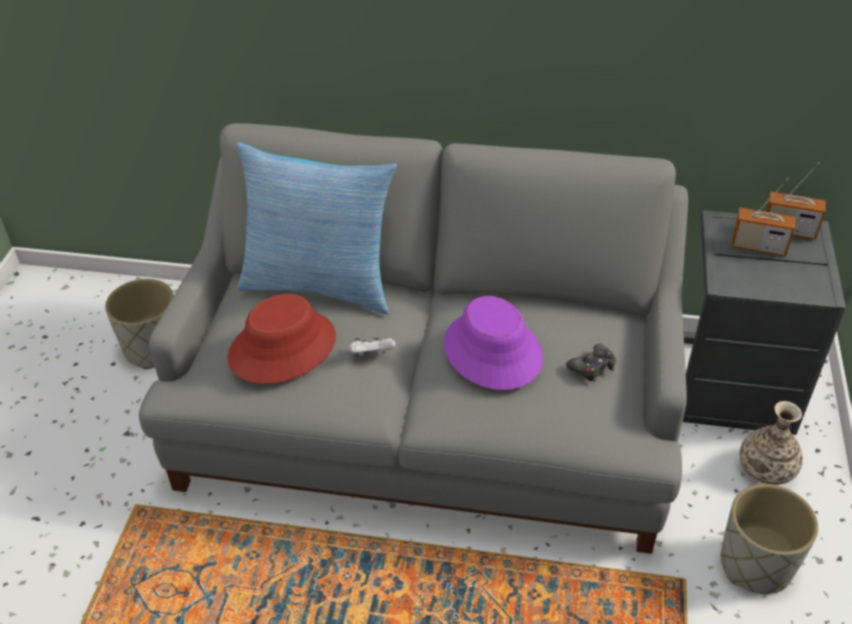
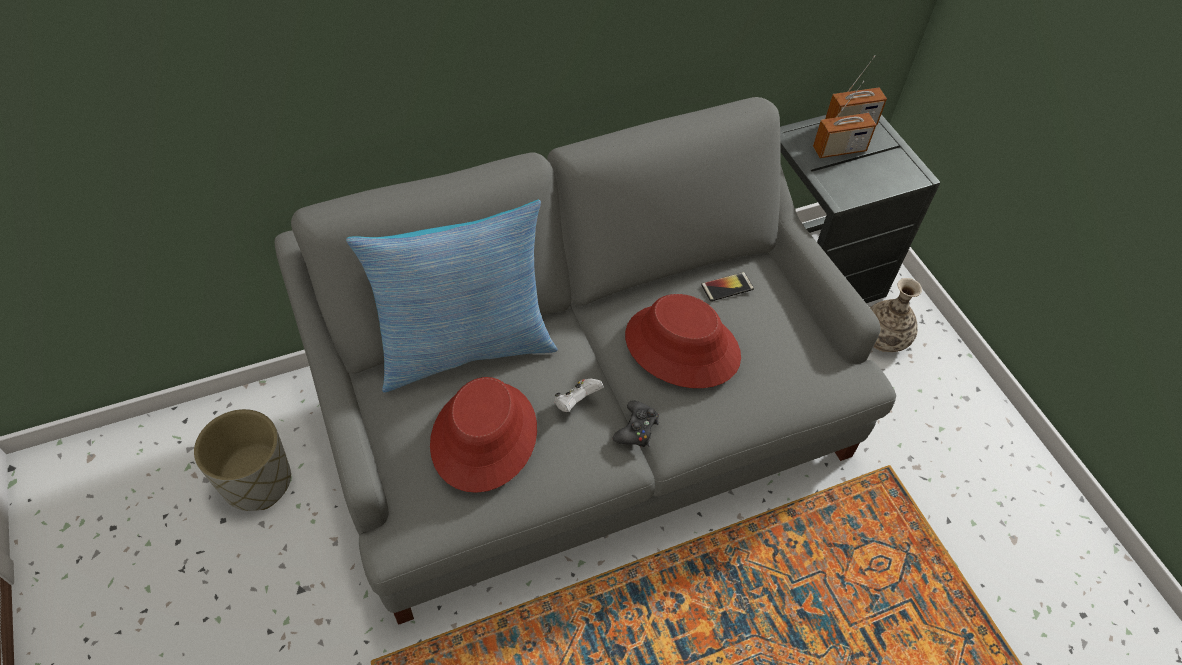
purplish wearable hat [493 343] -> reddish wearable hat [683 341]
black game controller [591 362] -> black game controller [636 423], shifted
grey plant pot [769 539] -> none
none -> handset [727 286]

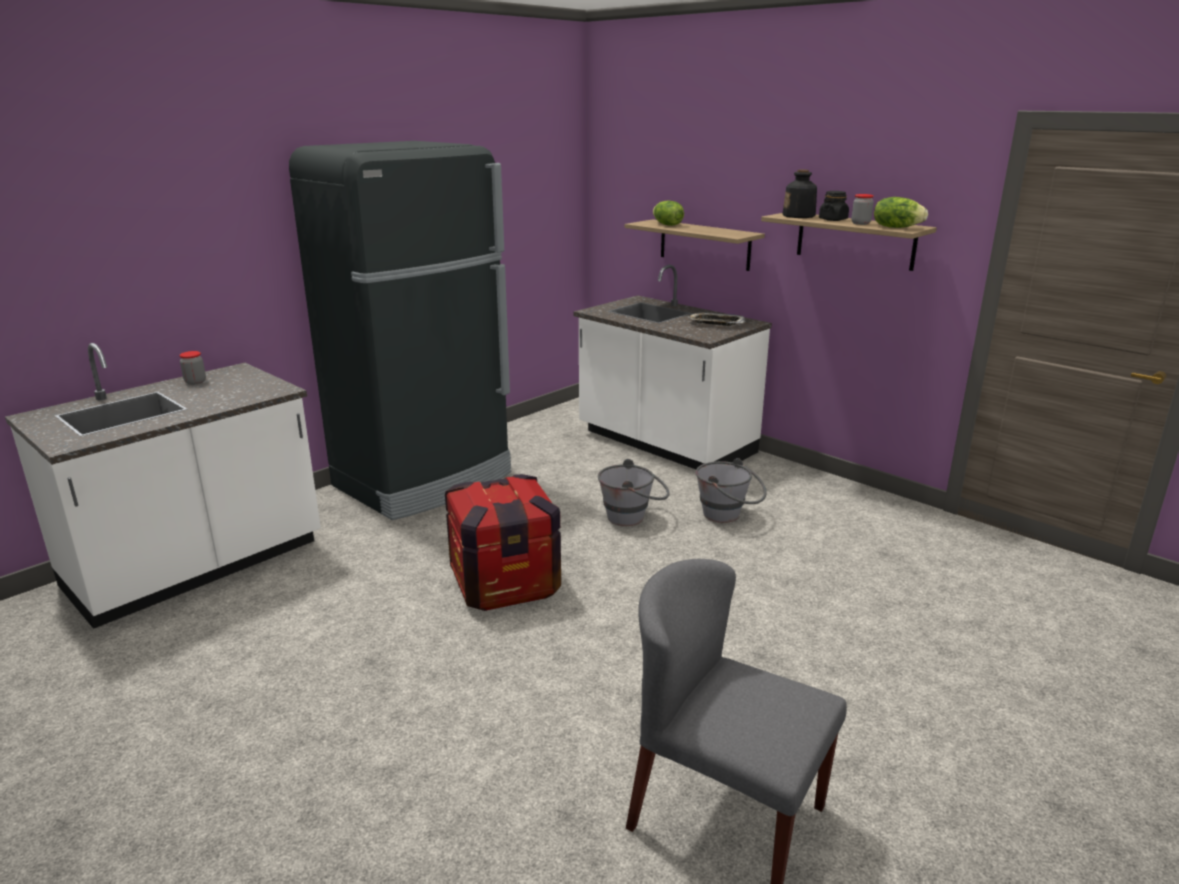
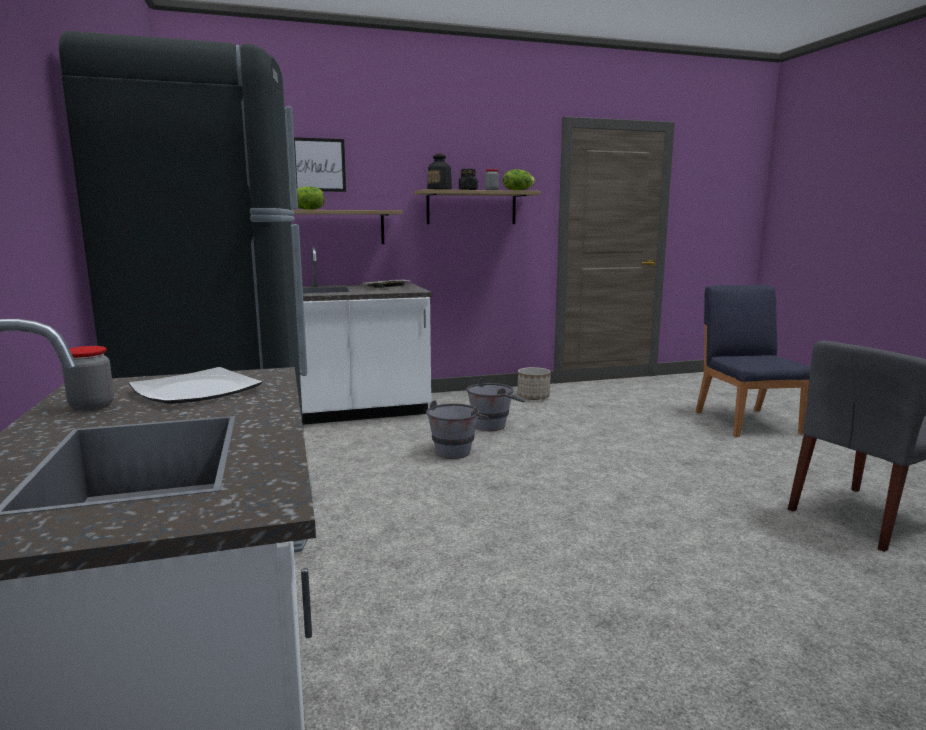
shipping crate [503 542] -> none
none -> flat dish [196 385]
none -> picture [320 164]
none -> plant pot [534 383]
none -> bluish plain chair [753 361]

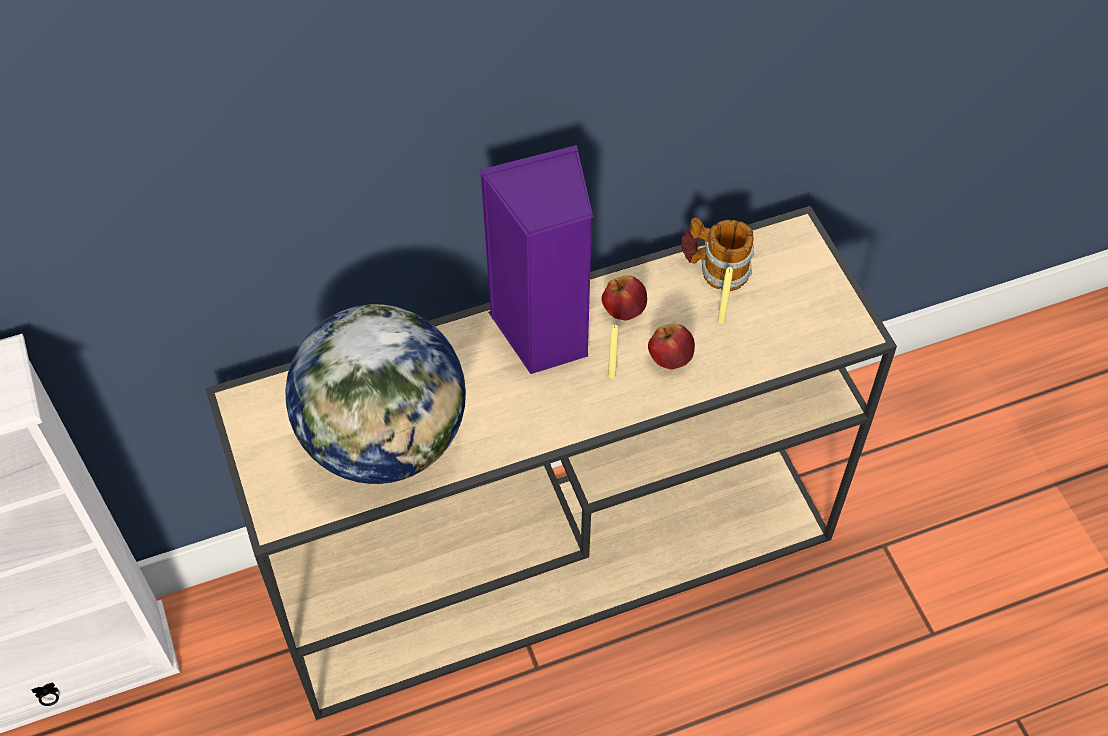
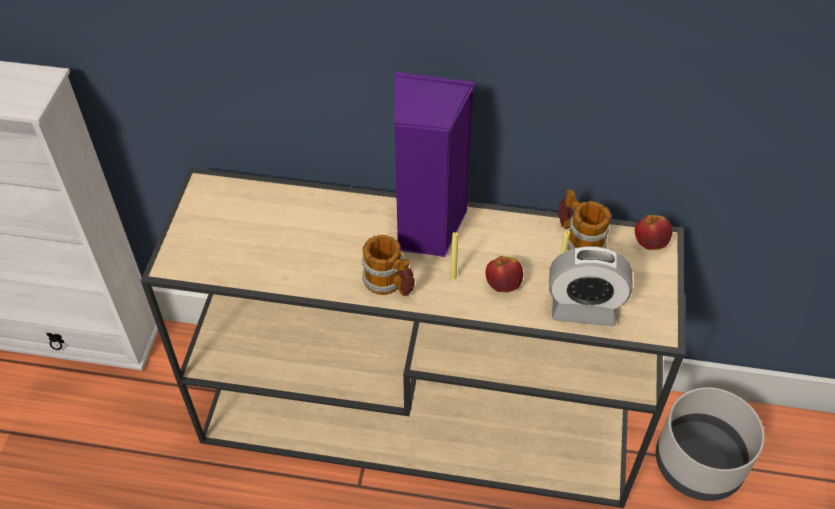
world globe [375 394] -> none
apple [624 298] -> apple [653 232], shifted
none -> coffee mug [388 265]
none -> table clock [590 286]
none -> grey plant pot [710 444]

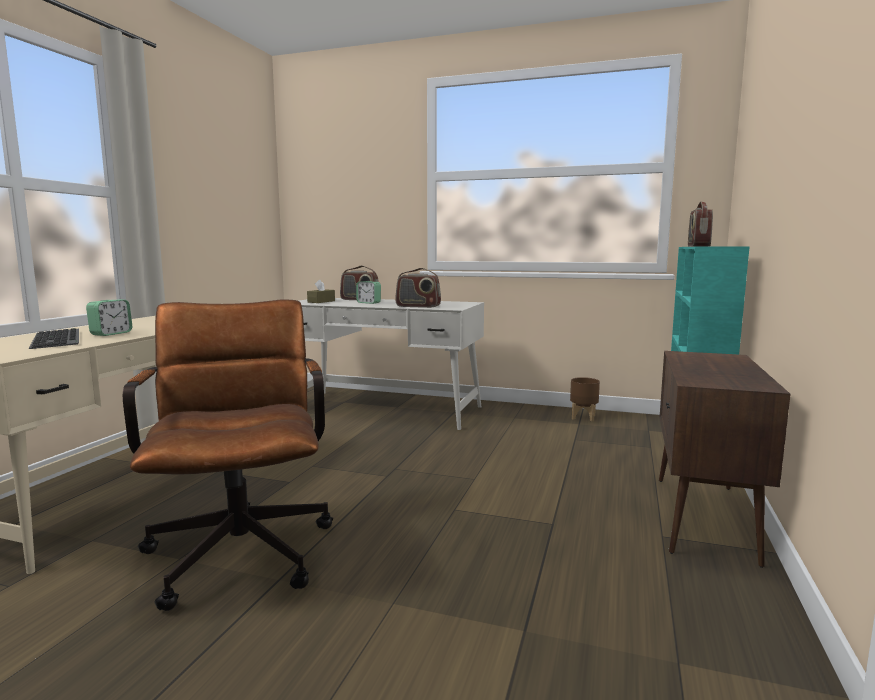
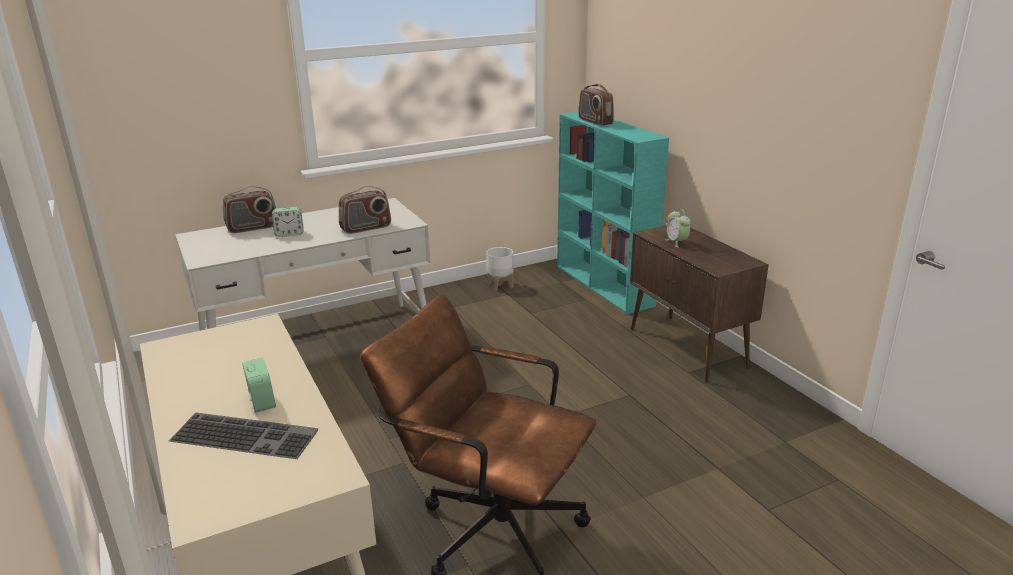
brownish tissue box [321 291] -> none
brownish plant pot [585 399] -> white-coloured plant pot [500 269]
none -> table clock [678 228]

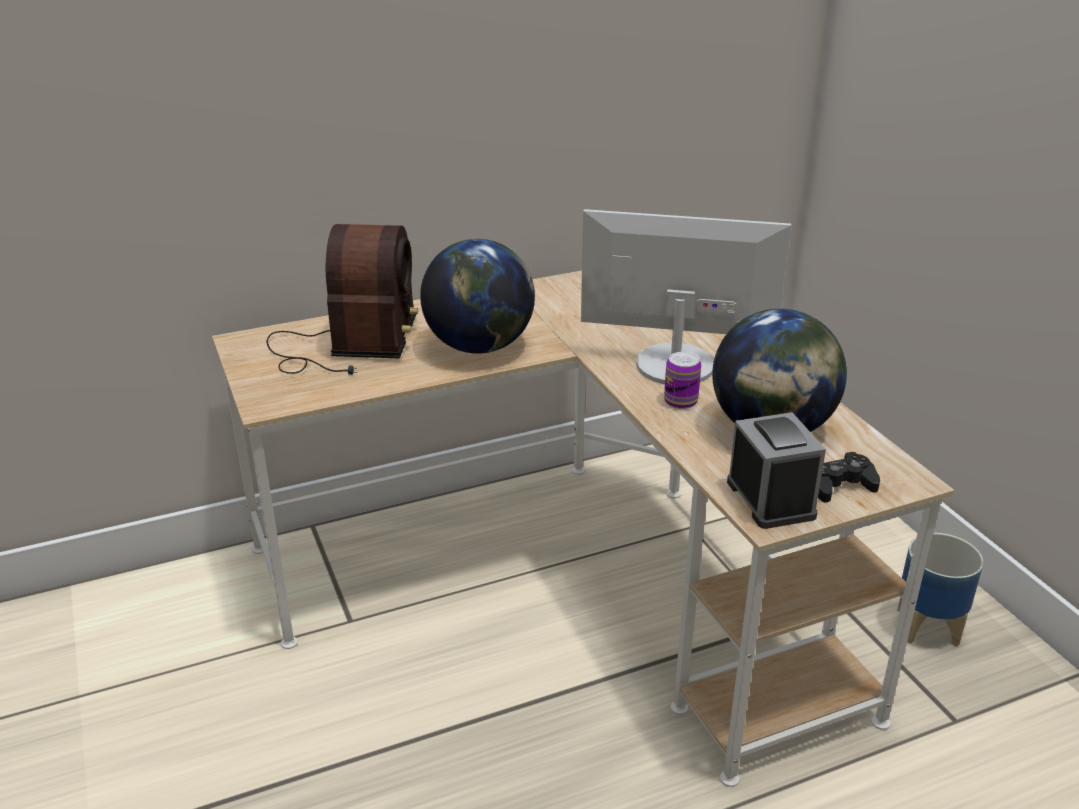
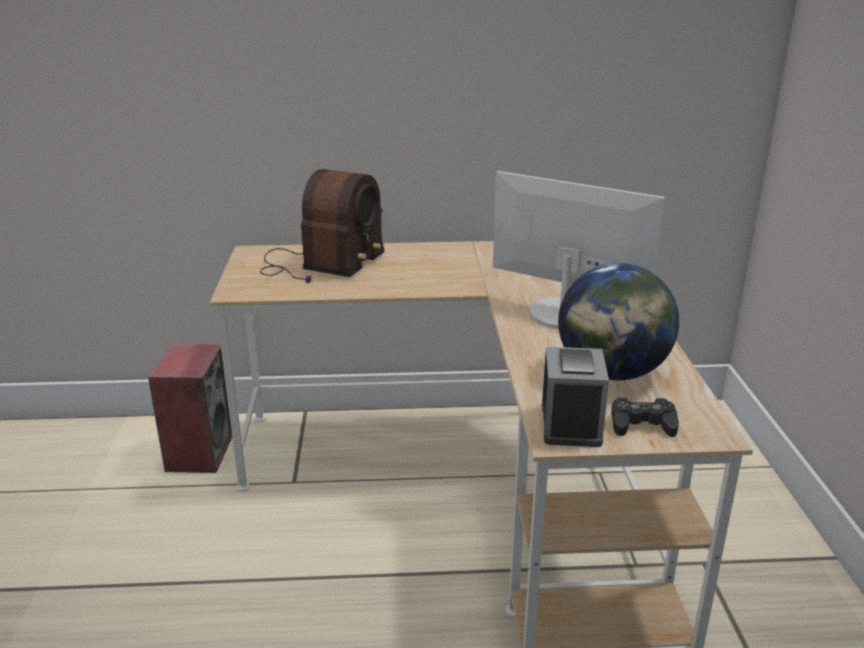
world globe [477 296] -> none
sealed can [682 380] -> none
plant pot [940 590] -> none
none -> speaker [190 408]

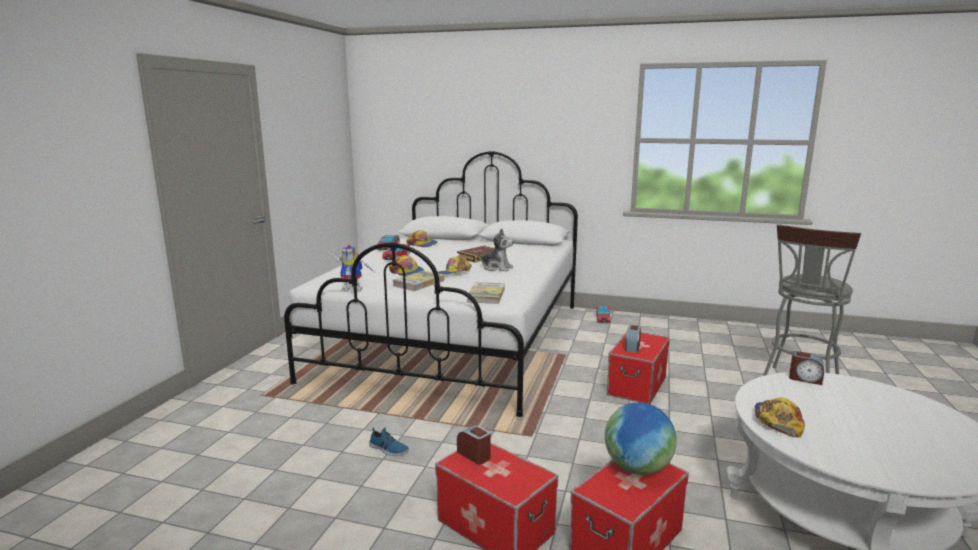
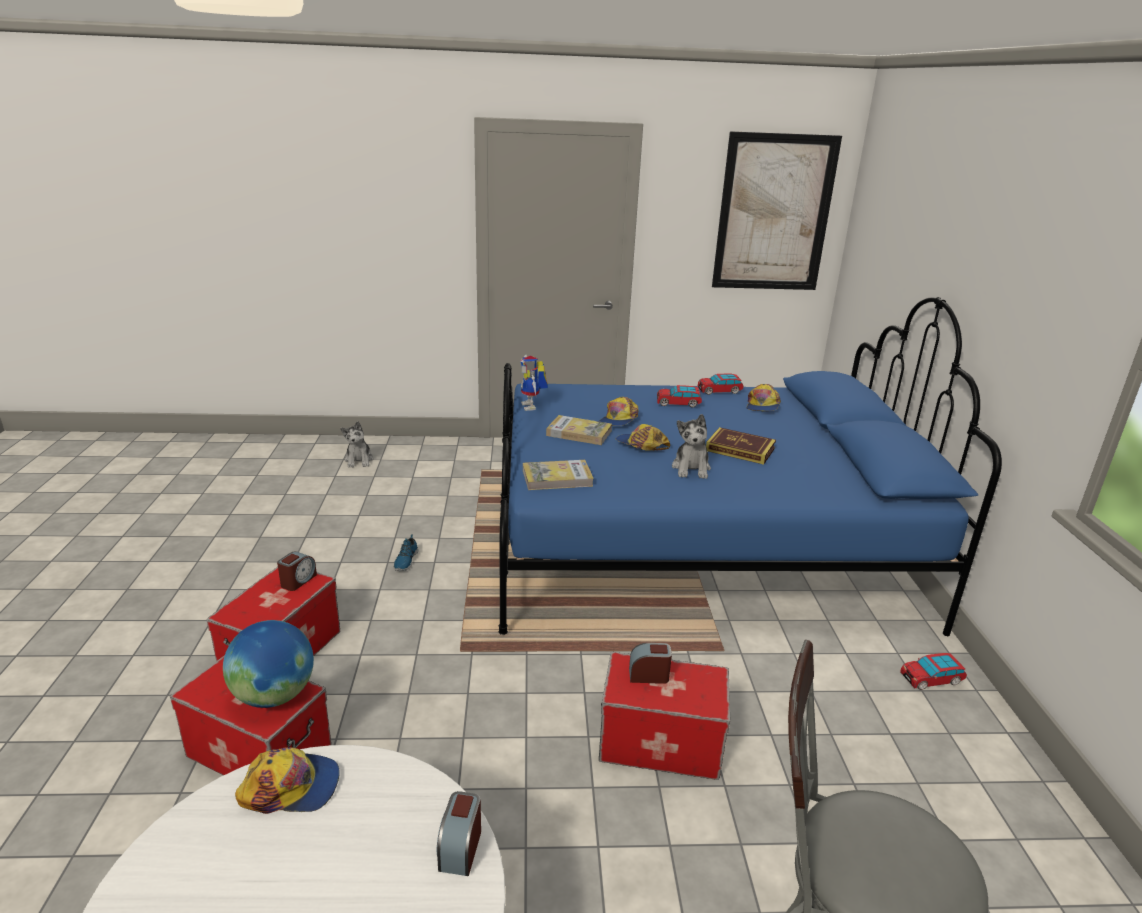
white-coloured sleeping bed [431 284] -> bluish sleeping bed [750 466]
none -> soft toy [357 444]
none -> picture [777 210]

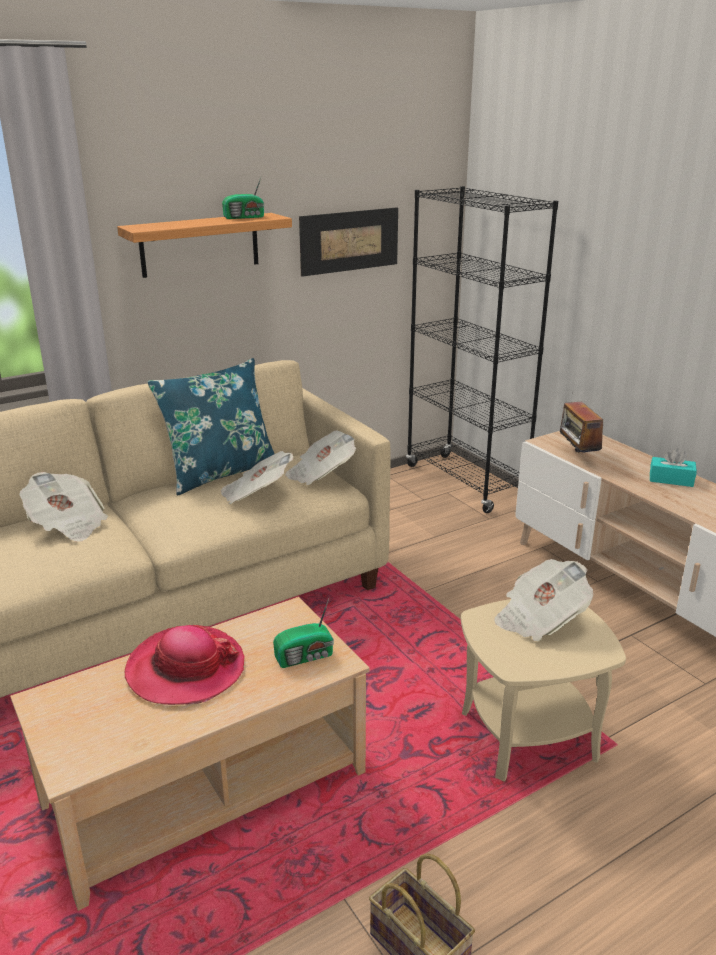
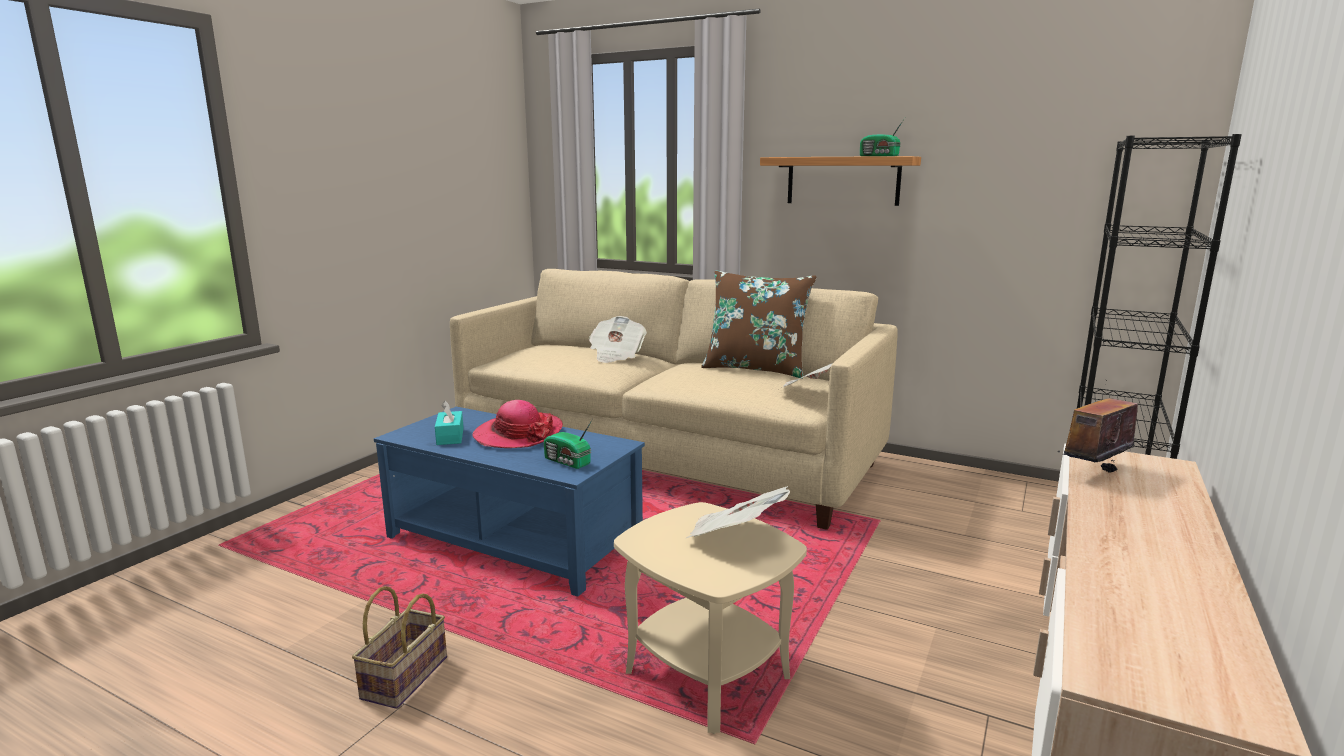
sand-coloured coffee table [190 754] -> bluish coffee table [509 502]
bluish cushion [211 426] -> brownish cushion [759 324]
newspaper [257 477] -> none
picture [348 242] -> none
blue-green tissue box [673 467] -> blue-green tissue box [449 423], shifted

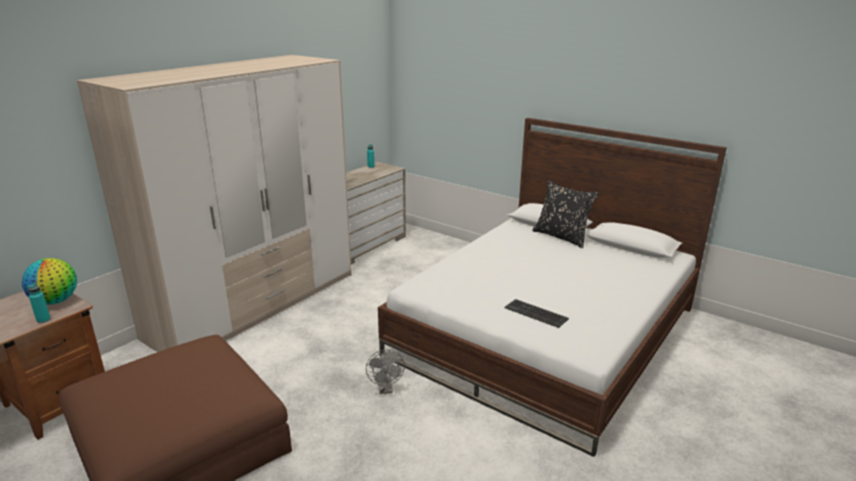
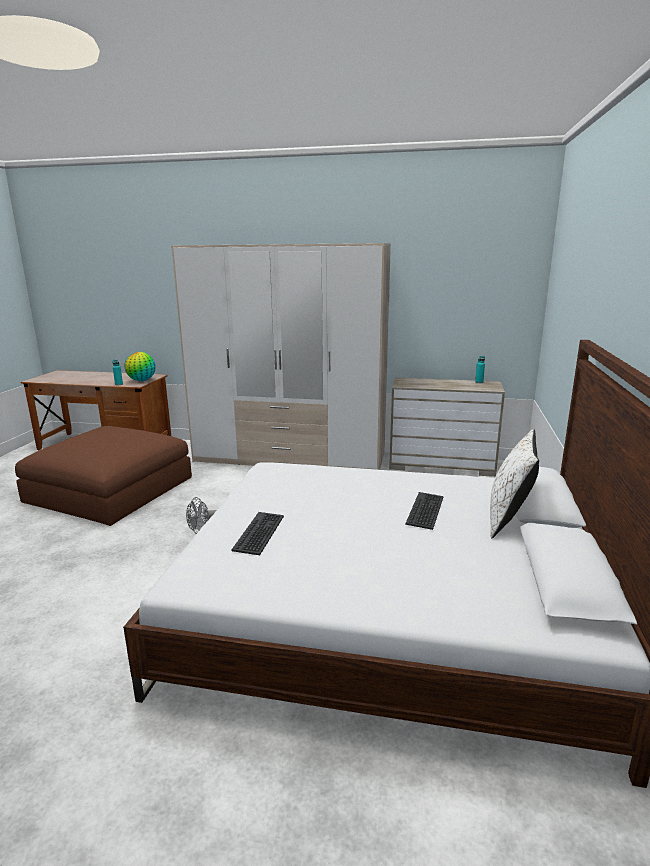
black cushion [565 214] -> white-coloured cushion [514 483]
none -> keyboard [424 511]

